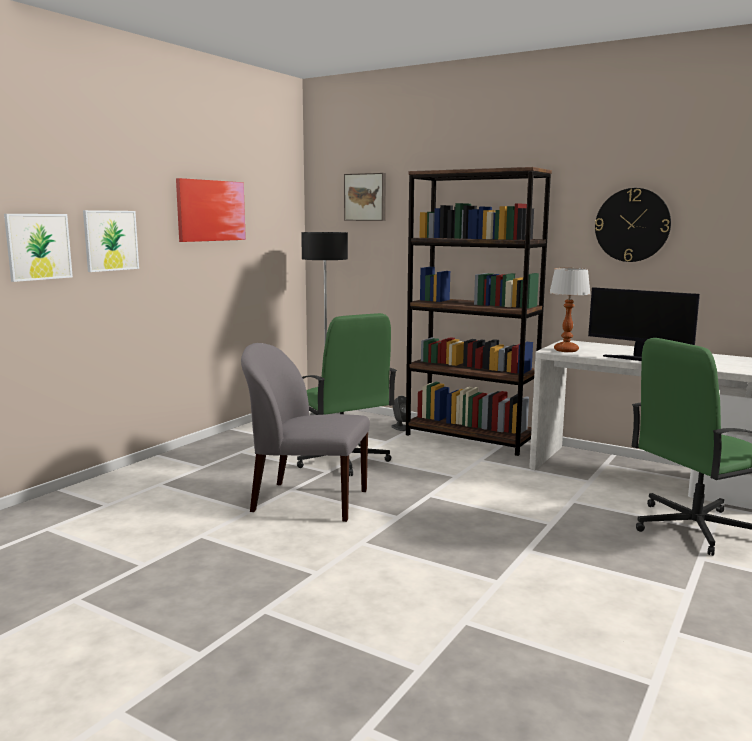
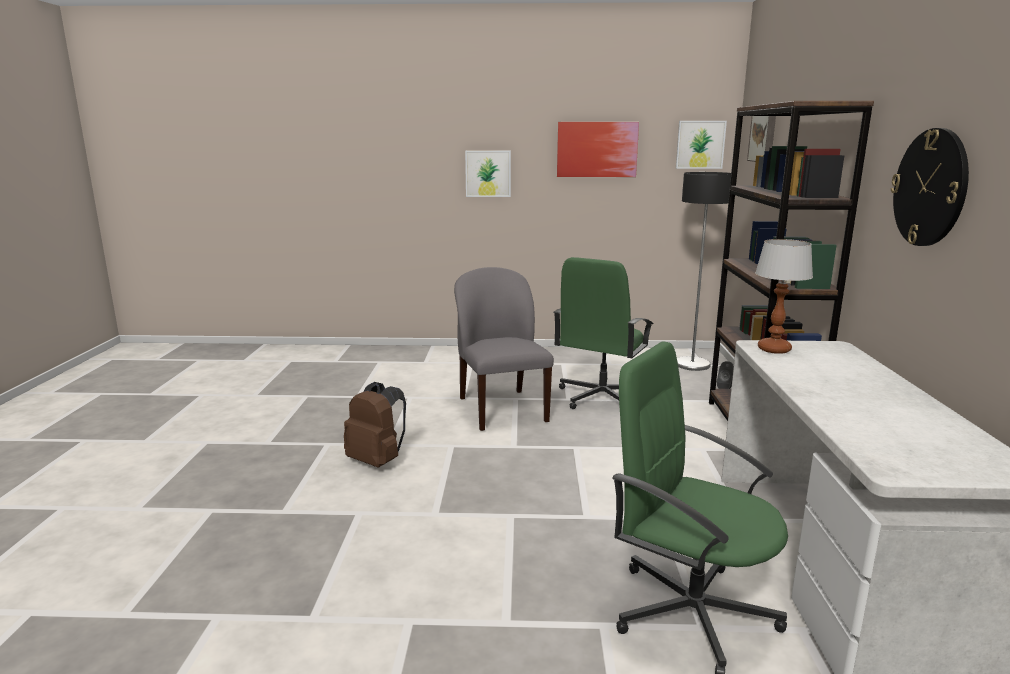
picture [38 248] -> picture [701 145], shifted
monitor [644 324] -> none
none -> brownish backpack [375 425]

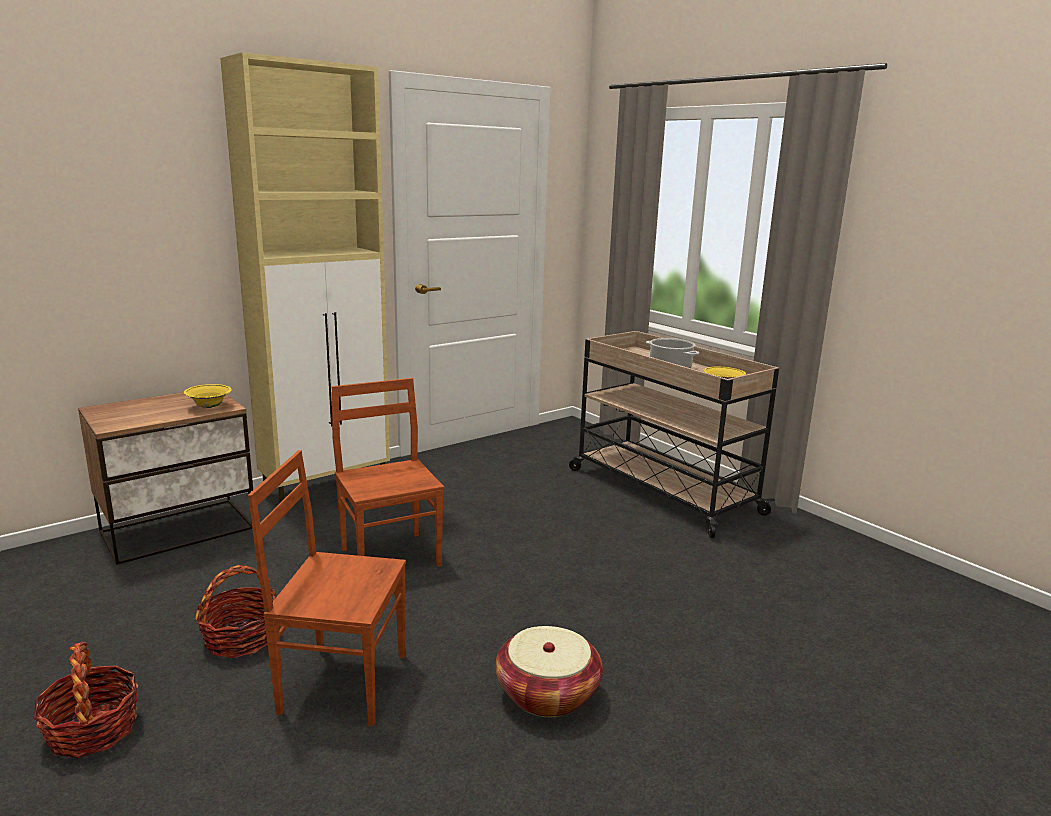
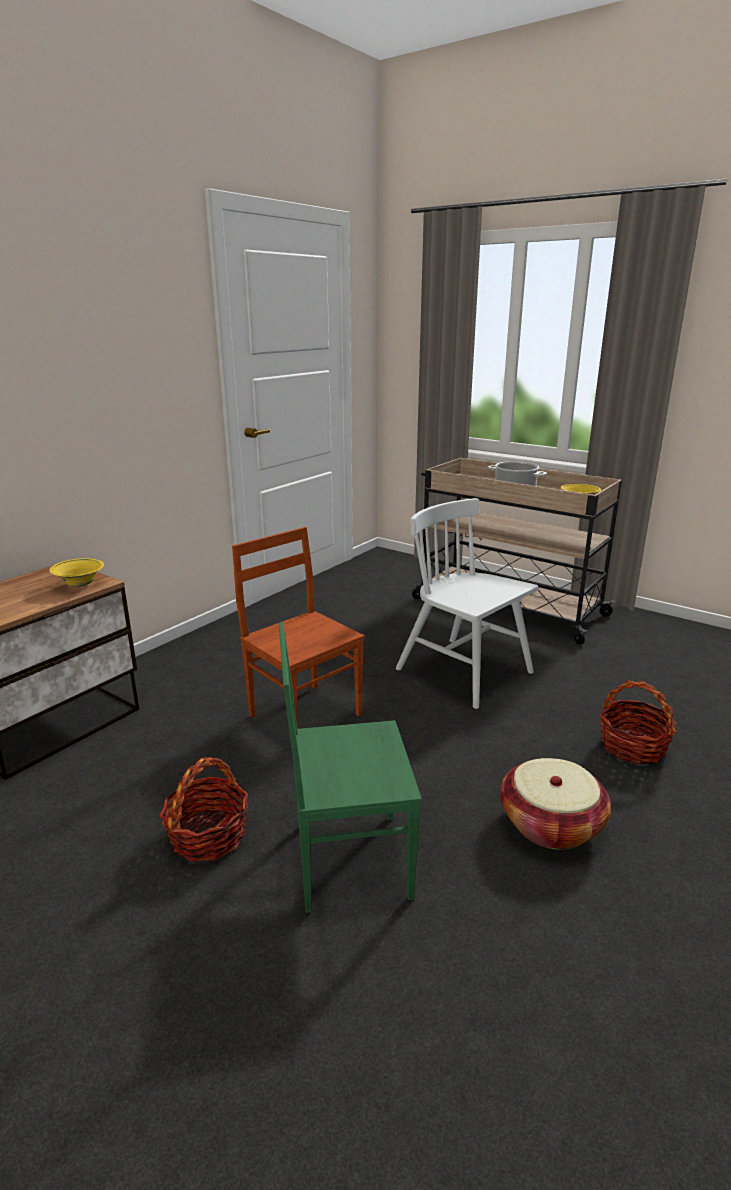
storage basket [86 700] -> storage basket [638 722], shifted
sand-coloured storage cabinet [305 277] -> none
brownish plain chair [327 588] -> greenish plain chair [350 767]
none -> white-coloured plain chair [467 603]

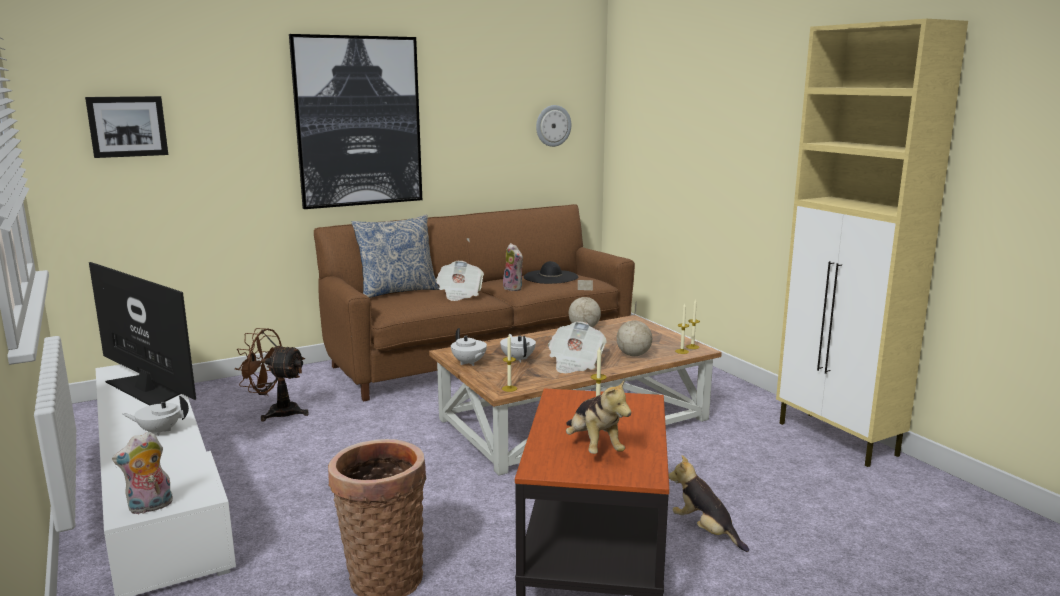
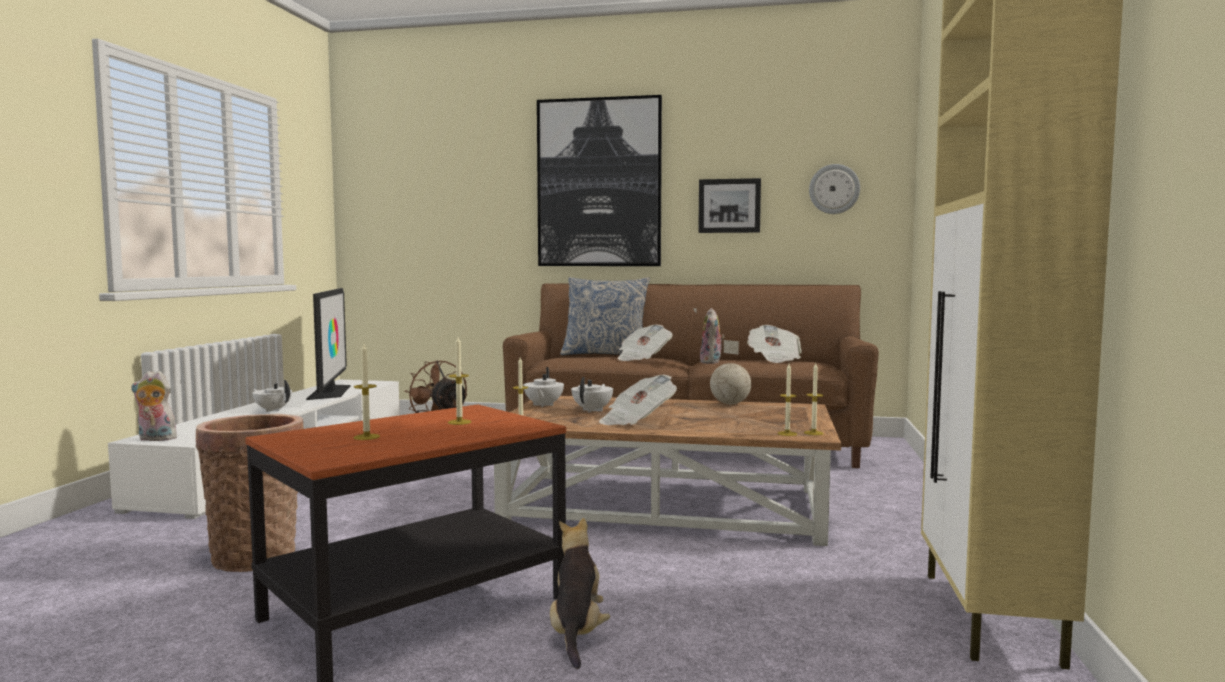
picture [126 127] -> picture [729 205], shifted
black wearable hat [551 272] -> newspaper [774 344]
soft toy [598 416] -> wax candle [367 392]
world globe [634 328] -> none

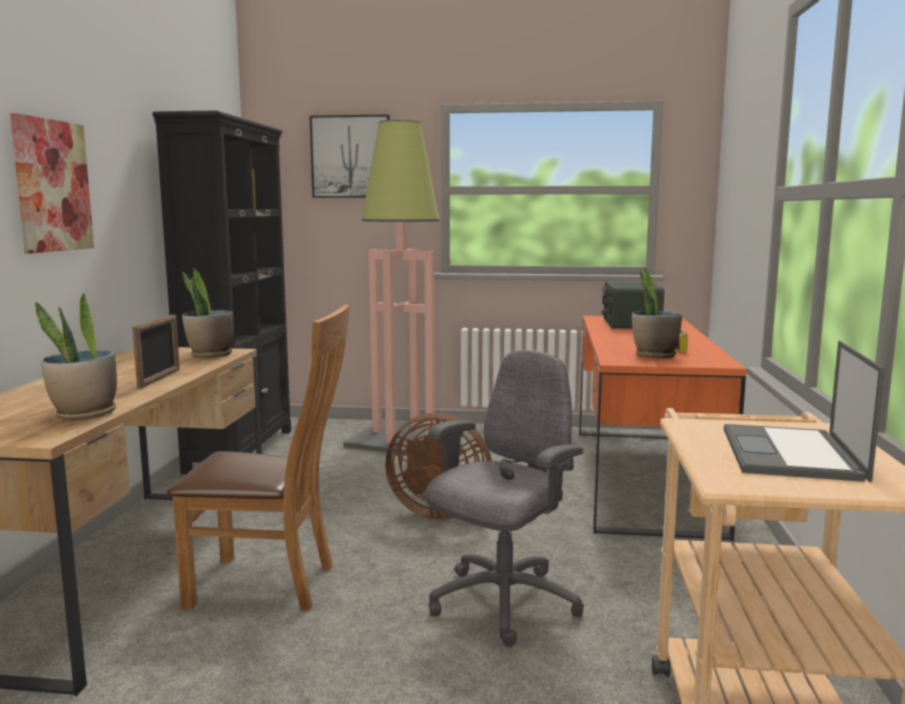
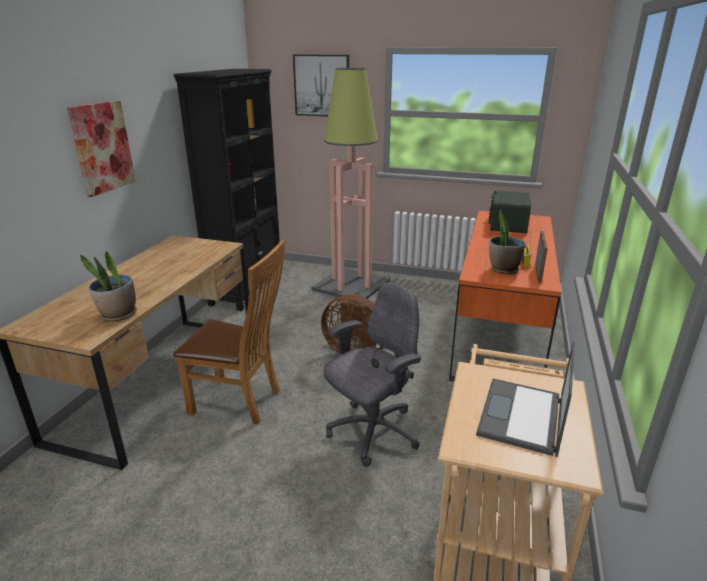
photo frame [156 352] -> photo frame [541 257], shifted
houseplant [207 313] -> none

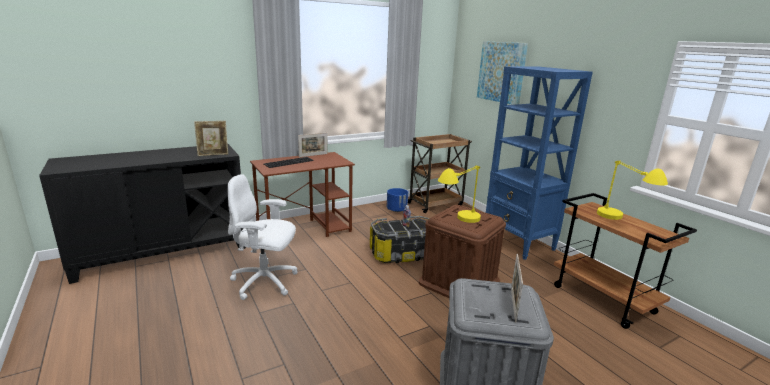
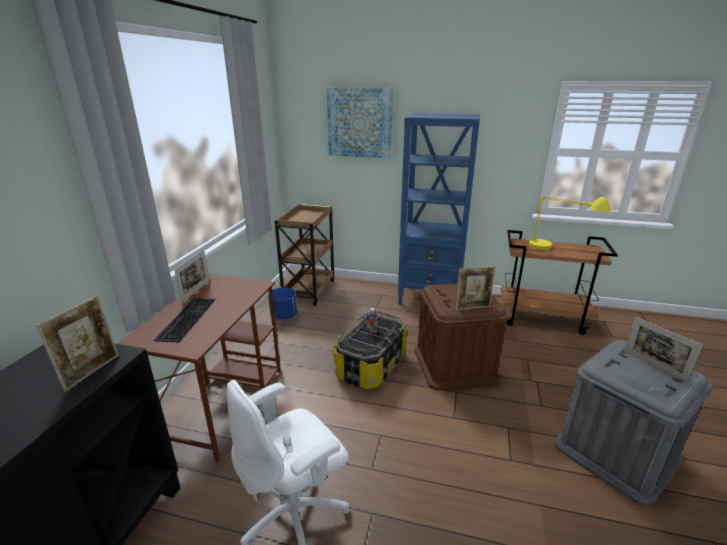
yellow-coloured lamp for a table [459 194] -> photo frame [475 288]

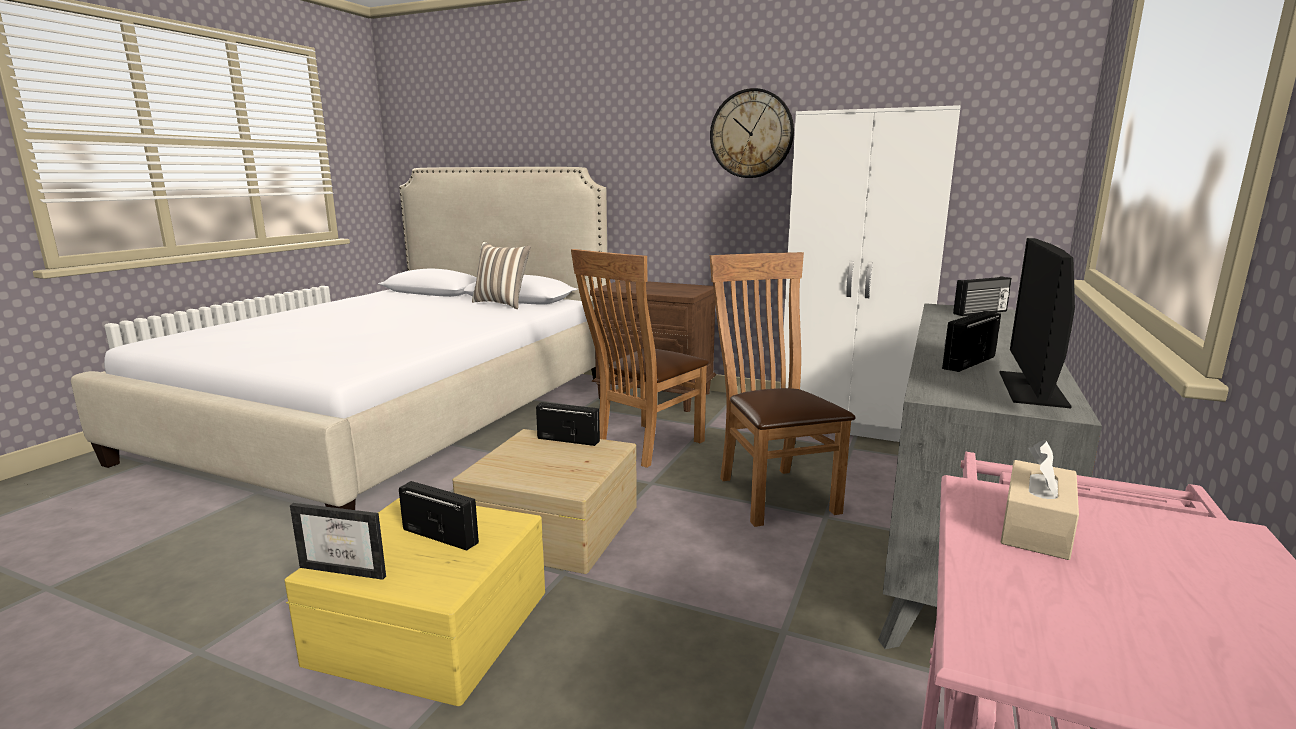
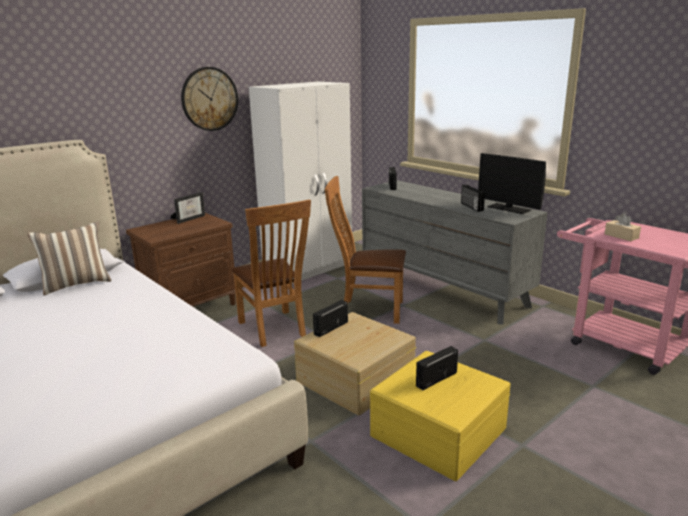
photo frame [338 541] -> photo frame [188 208], shifted

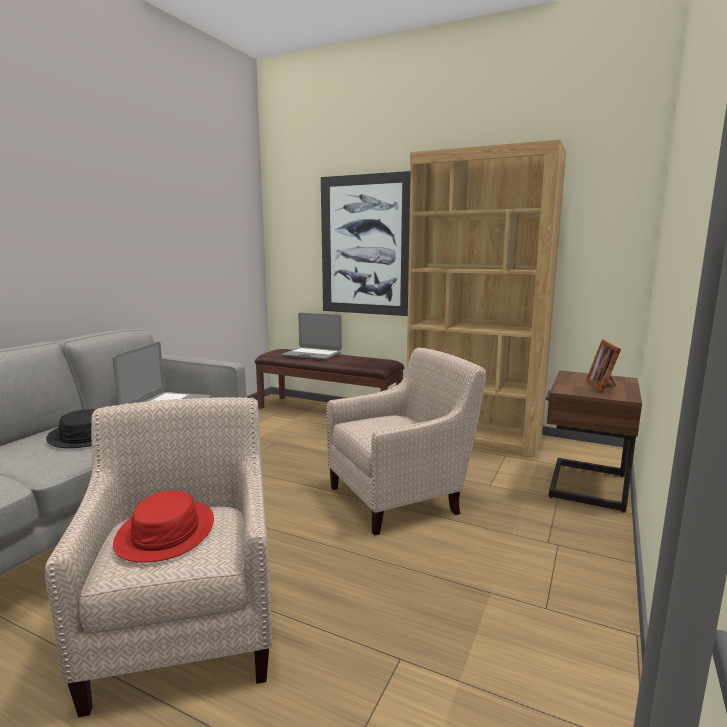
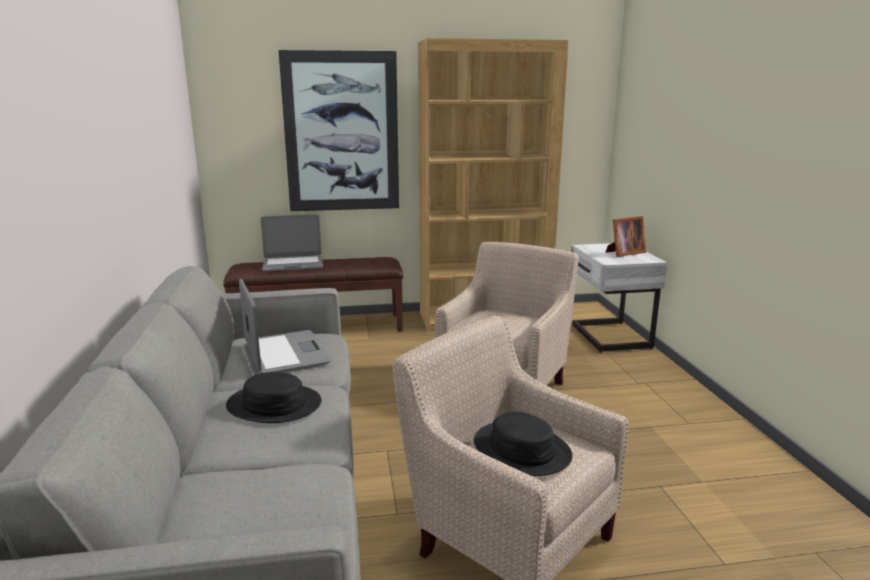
reddish wearable hat [163 527] -> black wearable hat [523 444]
brownish night table [593 441] -> white-coloured night table [619 298]
photo frame [603 366] -> photo frame [626 236], 90 degrees counterclockwise

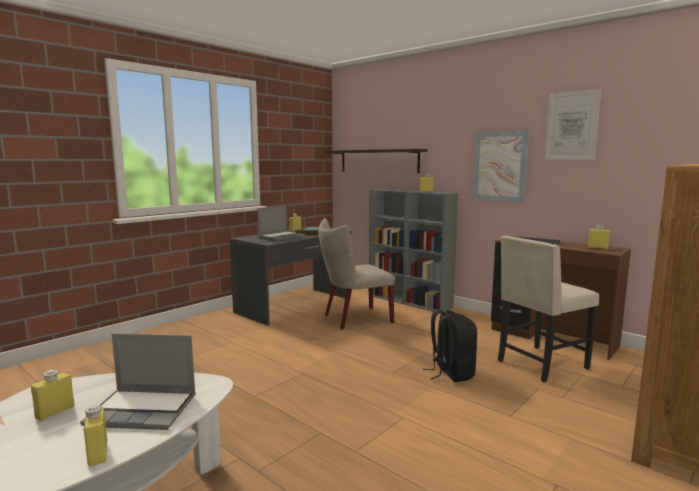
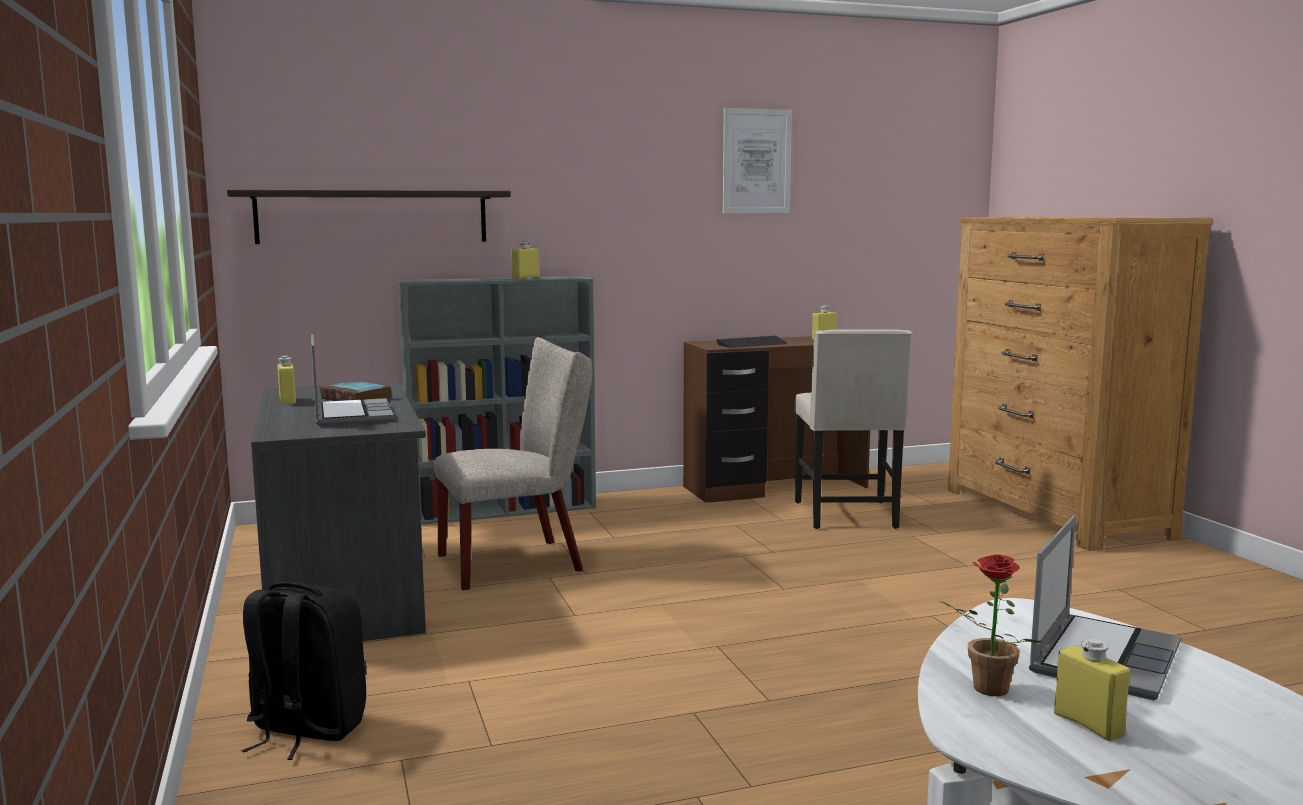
yellow-coloured bottle [95 435] -> none
sand-coloured plain chair [356 274] -> sand-coloured plain chair [513 463], 120 degrees counterclockwise
black backpack [450 346] -> black backpack [304 670], shifted
picture [501 166] -> none
none -> houseplant [990 625]

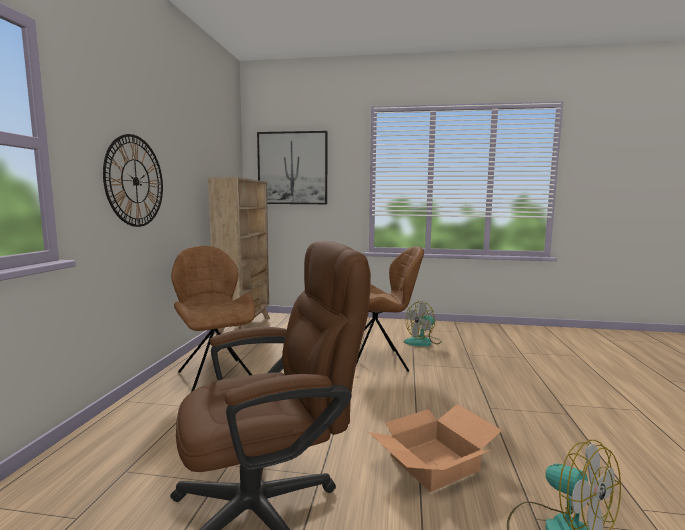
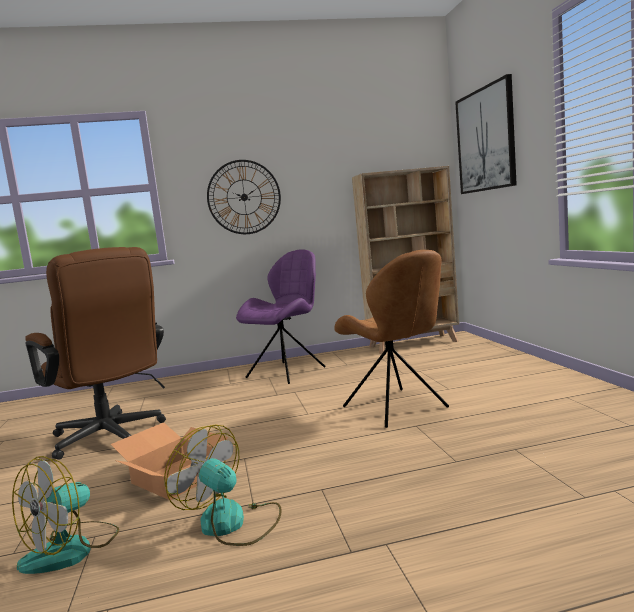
brownish plain chair [213 319] -> purplish plain chair [281 316]
electric fan [423 324] -> electric fan [223 485], shifted

